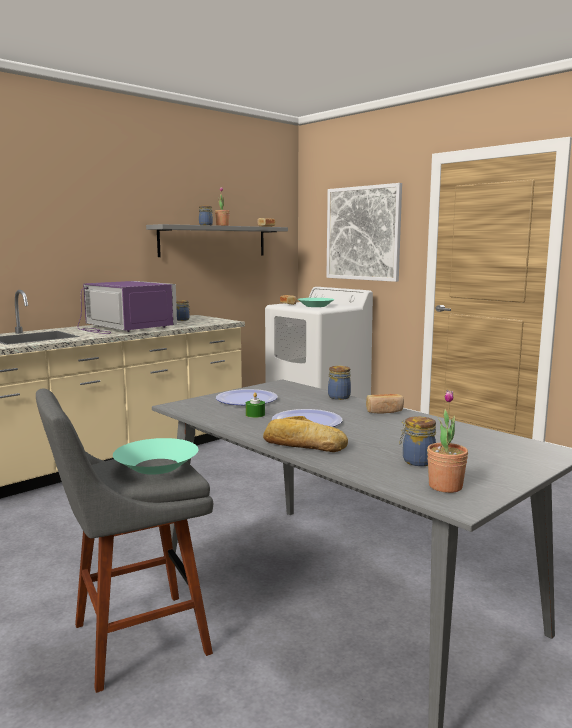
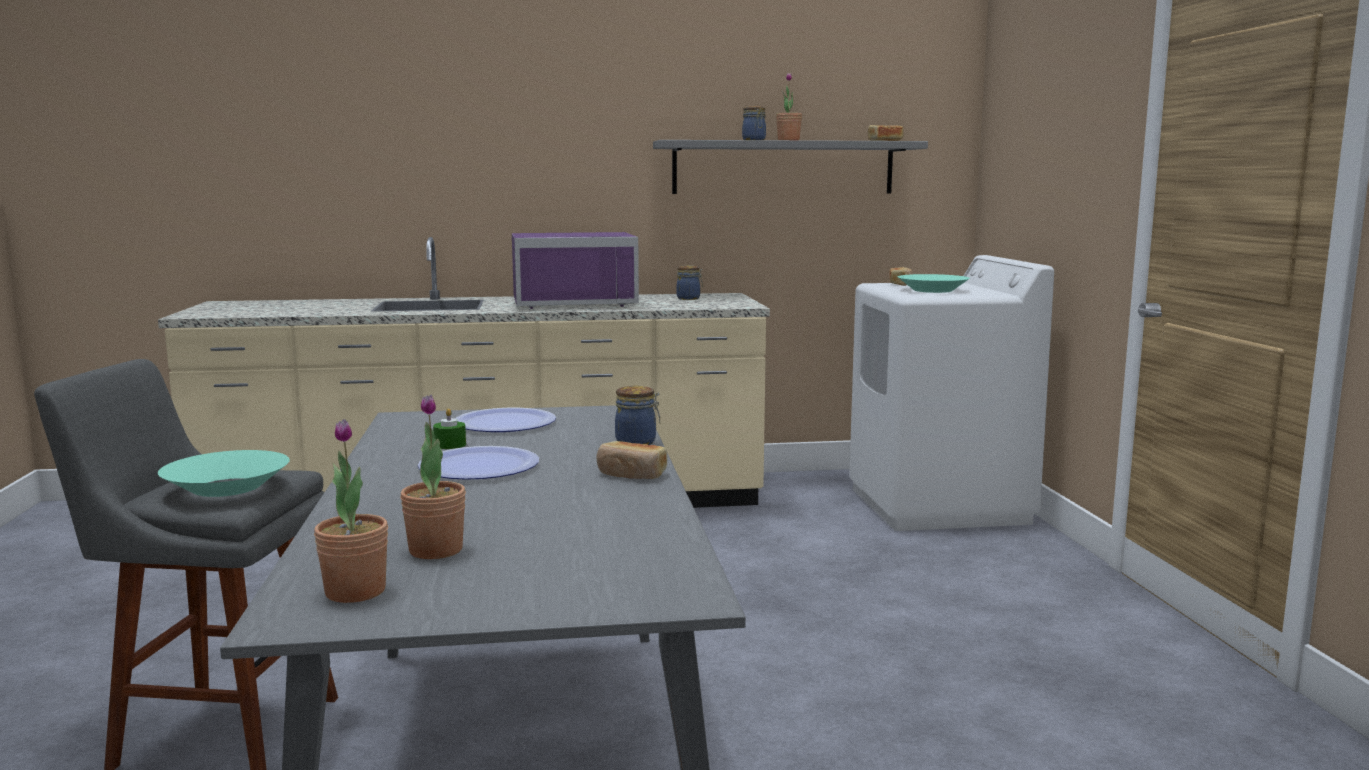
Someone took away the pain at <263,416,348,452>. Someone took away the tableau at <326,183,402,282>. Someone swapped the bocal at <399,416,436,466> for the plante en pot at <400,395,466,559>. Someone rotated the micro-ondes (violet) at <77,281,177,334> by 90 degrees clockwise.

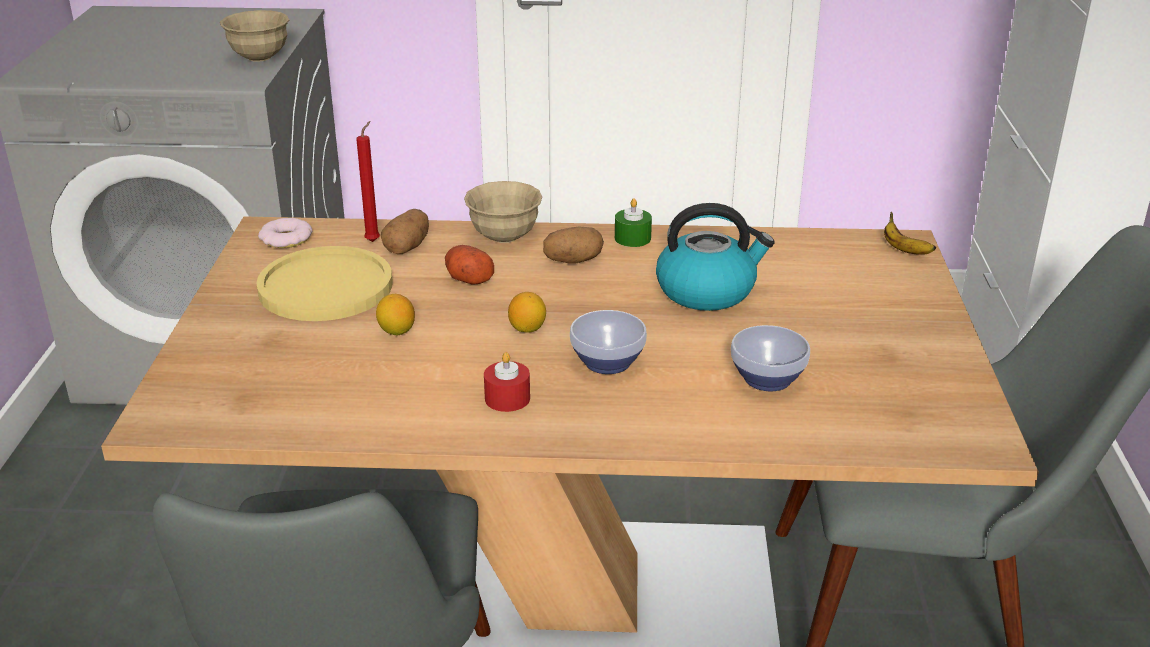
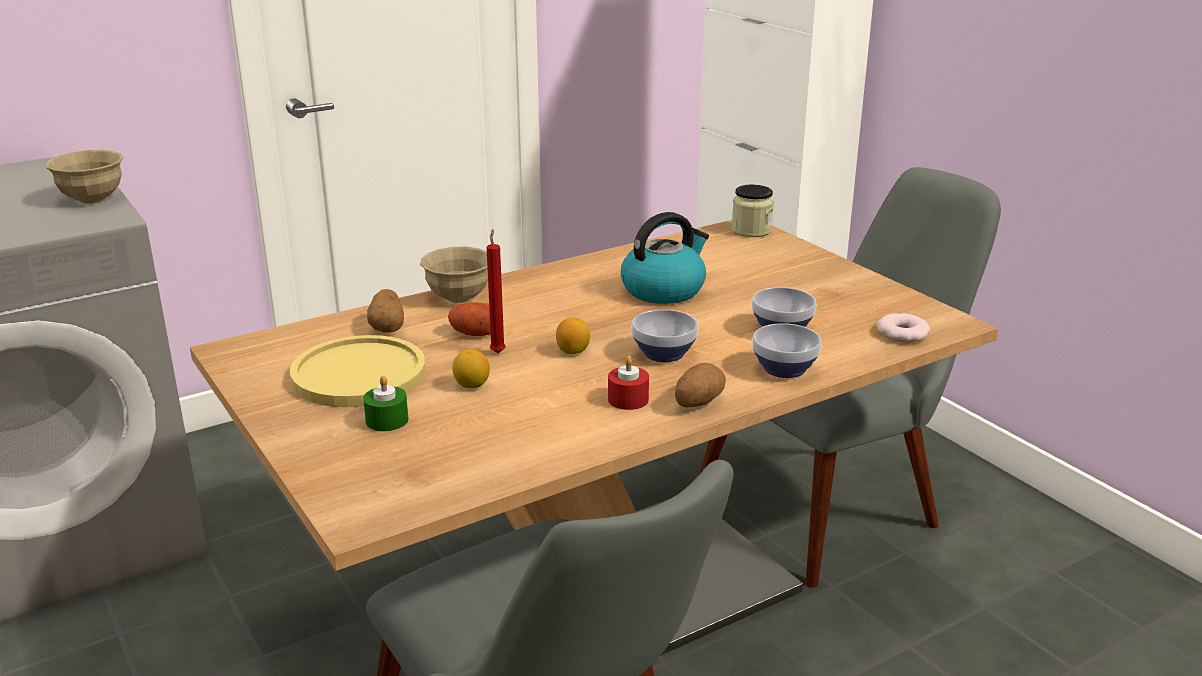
Someone put down the bol at <752,323,822,378>. Someone carried the beignet from <258,218,312,248> to <876,313,930,343>. Someone carried the bougie (rouge) from <356,121,380,242> to <486,229,506,353>. Someone carried the pomme de terre from <543,226,604,264> to <675,363,726,408>. Someone carried the bougie (vert) from <615,198,652,247> to <363,376,408,431>. Someone swapped the banane at <884,212,936,255> for the bocal at <732,185,774,237>.

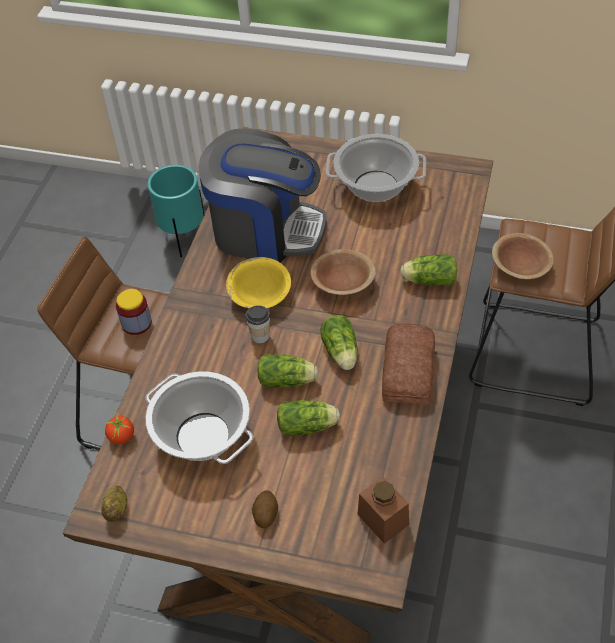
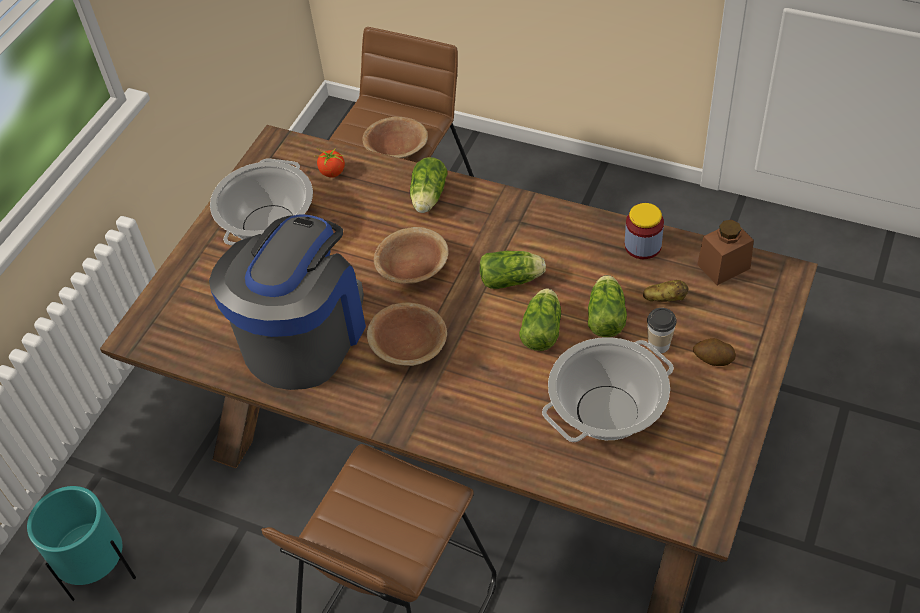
Someone took away the pain at <382,324,435,405>. Someone carried the pomme de terre from <101,486,127,522> to <643,280,688,302>. Someone carried the tomate from <104,412,134,444> to <316,147,345,178>. Someone carried the bocal from <116,289,152,335> to <625,203,664,259>. Someone carried the tasse from <246,305,270,343> to <647,308,677,353>. Someone repainted the bol (jaune) at <226,257,291,308>, which became the bol (marron) at <367,303,447,366>.

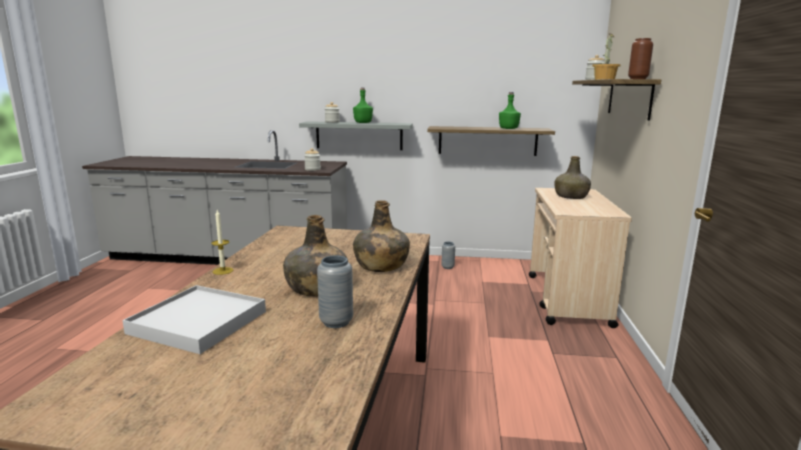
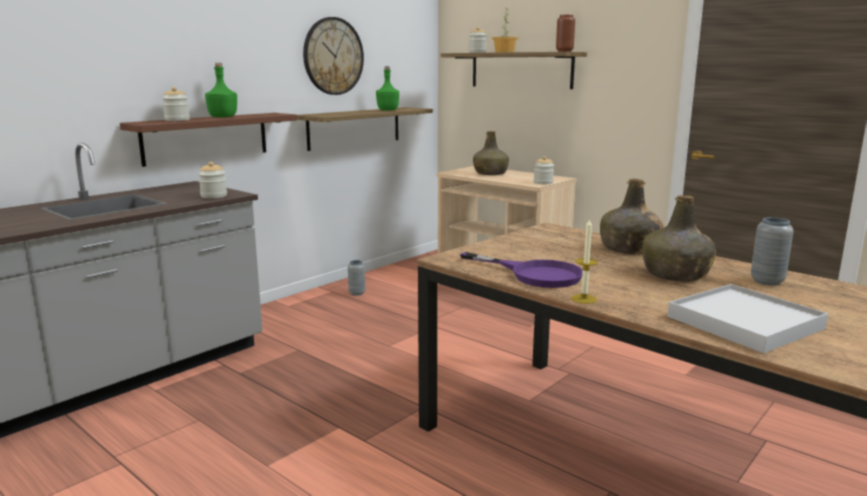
Someone put up the horloge murale at <303,17,364,95>. Someone put down the poêle (violet) at <460,252,583,288>. Someone put down the bocal at <534,156,554,184>. Someone repainted the étagère (gris) at <299,121,413,150>, which became the étagère (marron) at <120,113,297,167>.

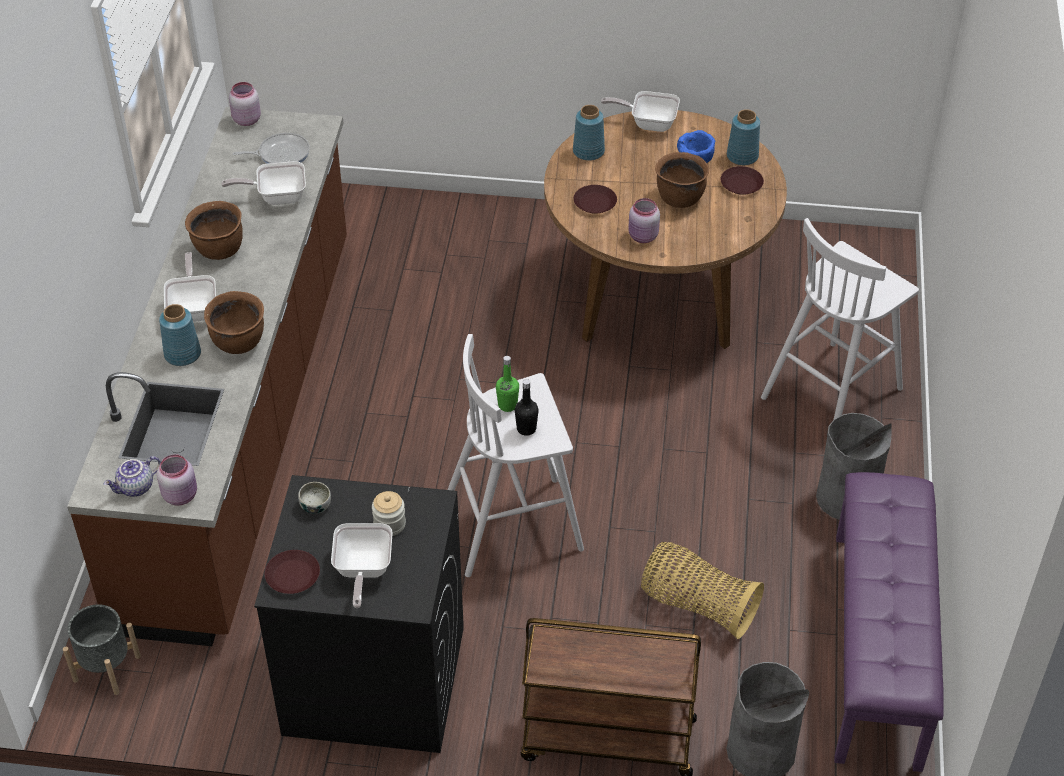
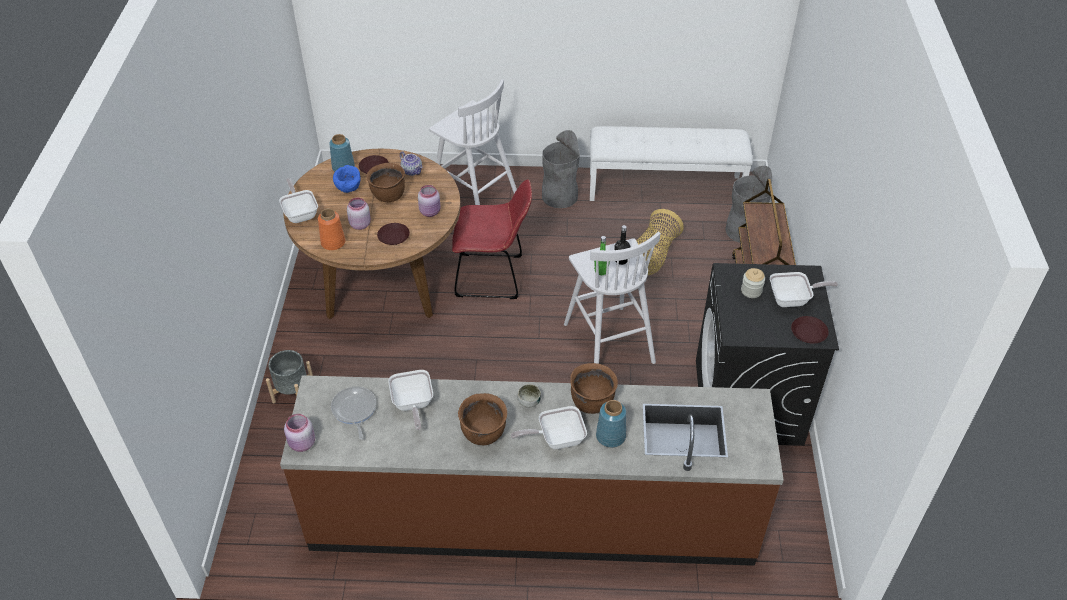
Someone put down the chaise (rouge) at <452,179,532,299>. Someone carried the cache-pot (gris) from <63,604,141,695> to <266,350,313,403>. Someone carried the théière from <104,456,161,497> to <400,151,422,176>. Someone carried the bocal (rose) from <157,454,197,506> to <347,198,371,230>. Someone carried the bol from <298,482,331,514> to <517,384,541,407>. Someone repainted the vase (bleu) at <573,105,605,161>, which became the vase (orange) at <318,208,345,250>. Someone repainted the banc (violet) at <835,472,944,772>, which became the banc (blanc) at <590,126,753,201>. Someone rotated the poêle at <601,91,680,132> by 150 degrees clockwise.

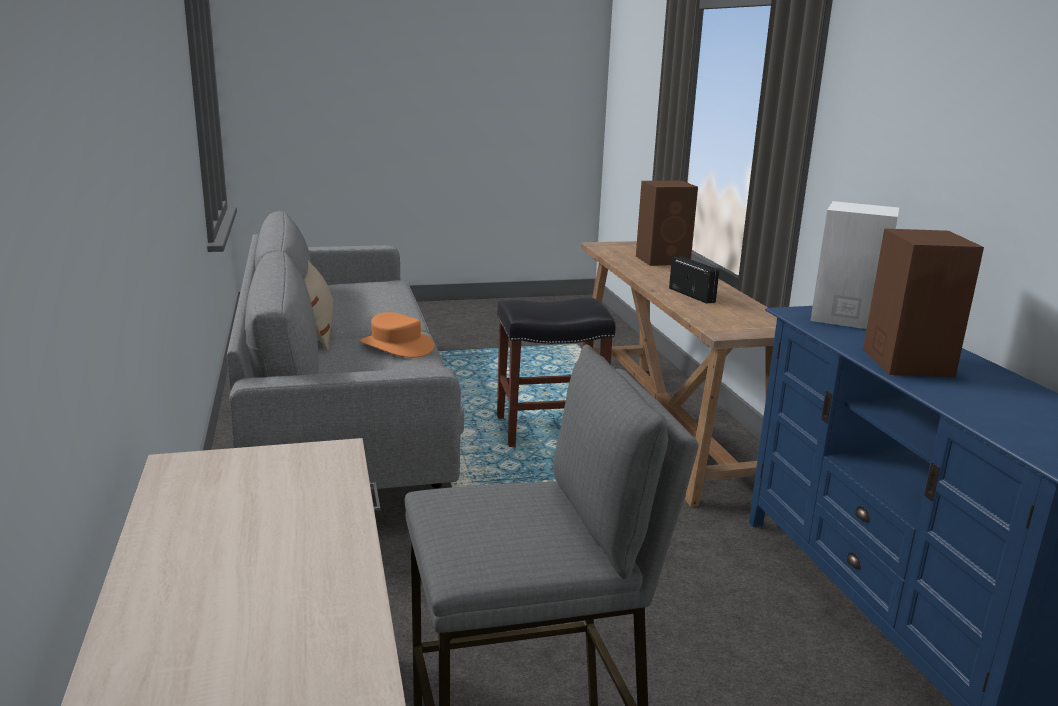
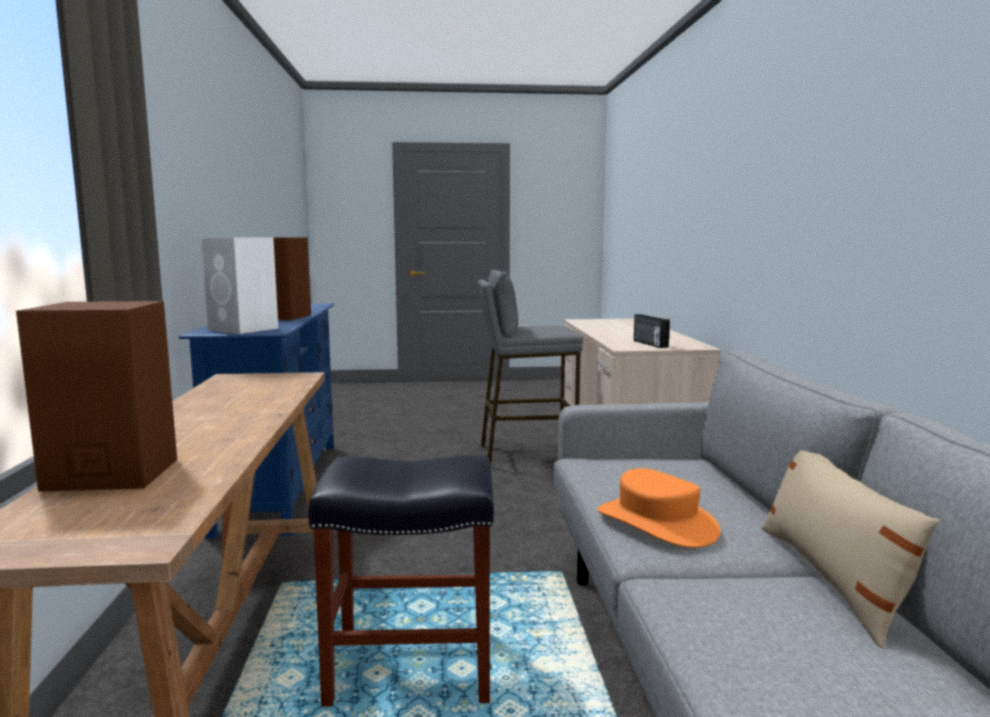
Someone carried the radio from <669,256,719,304> to <634,314,670,348>.

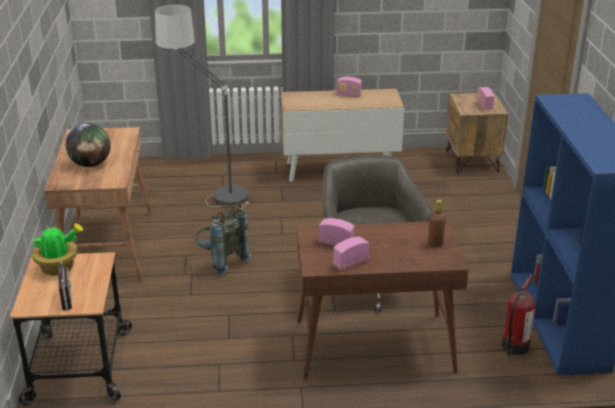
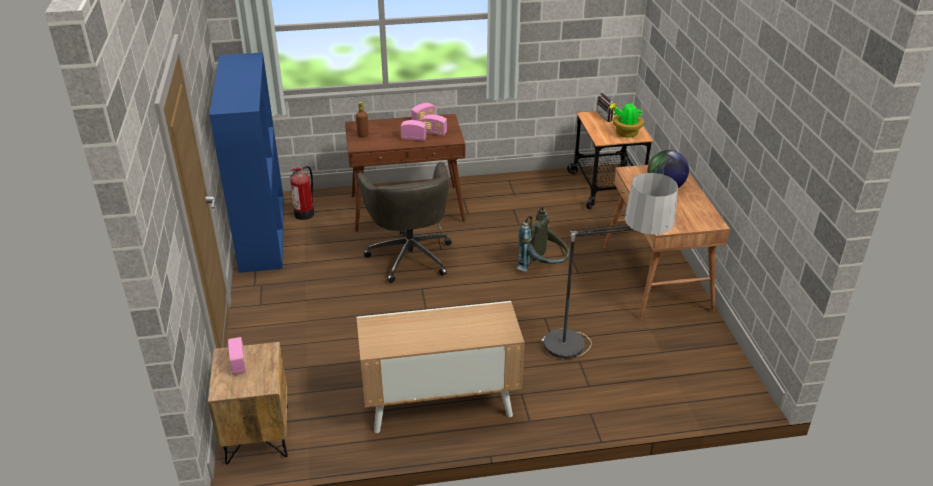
Someone carried the radio from <337,77,362,97> to <401,120,426,141>.

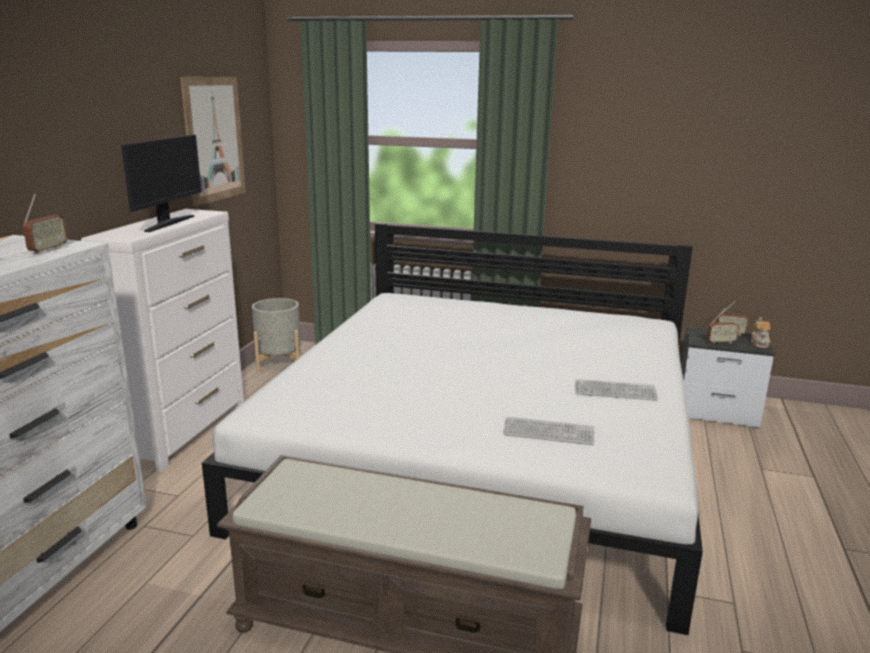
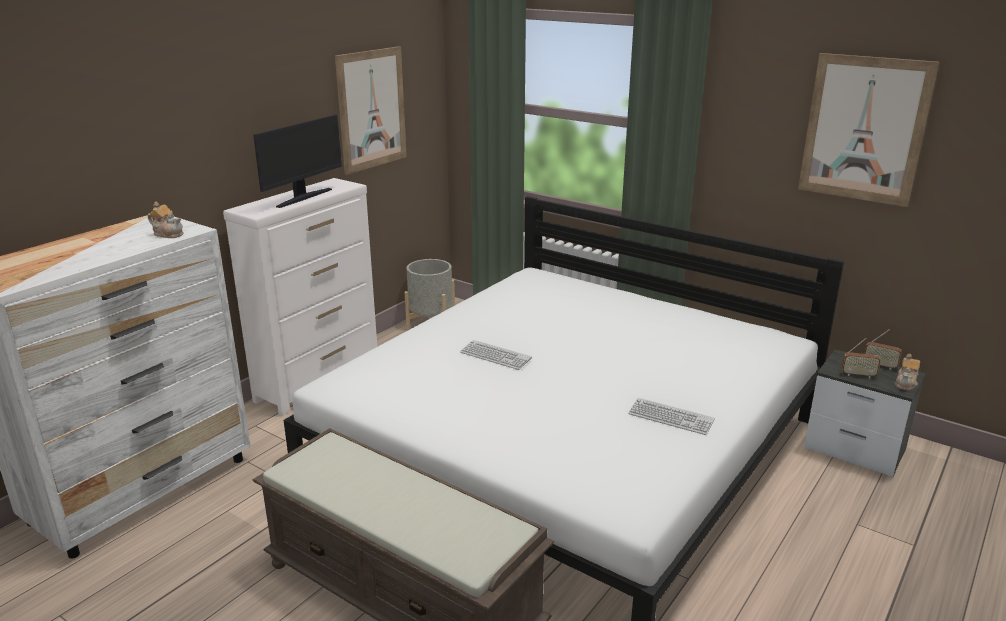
Someone put up the tableau at <798,53,939,207>. Someone carried the clavier from <503,417,594,445> to <460,340,532,370>. Someone swapped the radio at <23,194,68,254> for the théière at <148,202,184,238>.

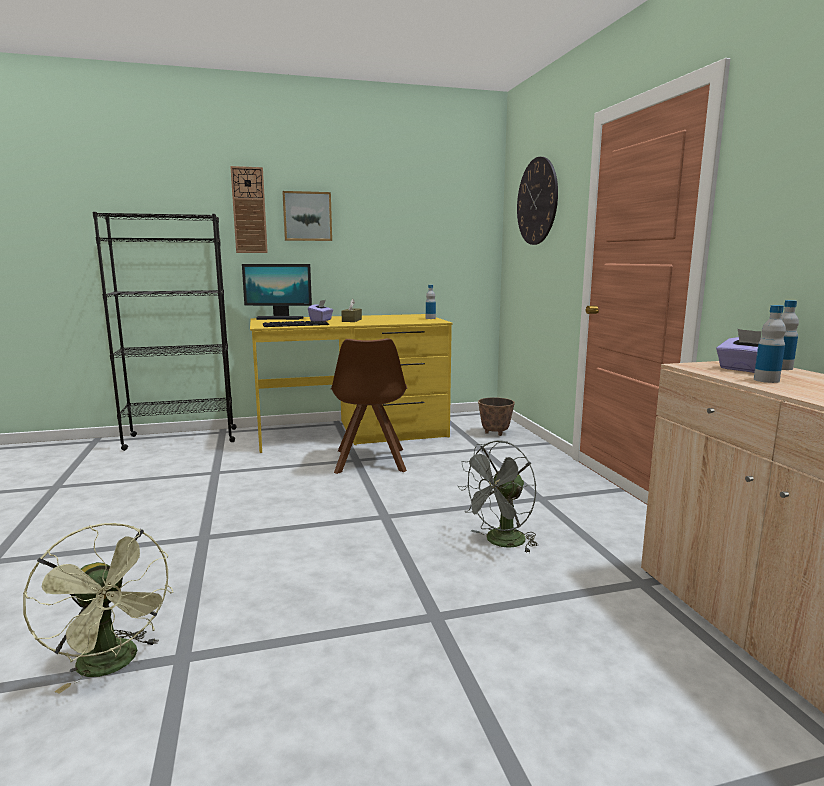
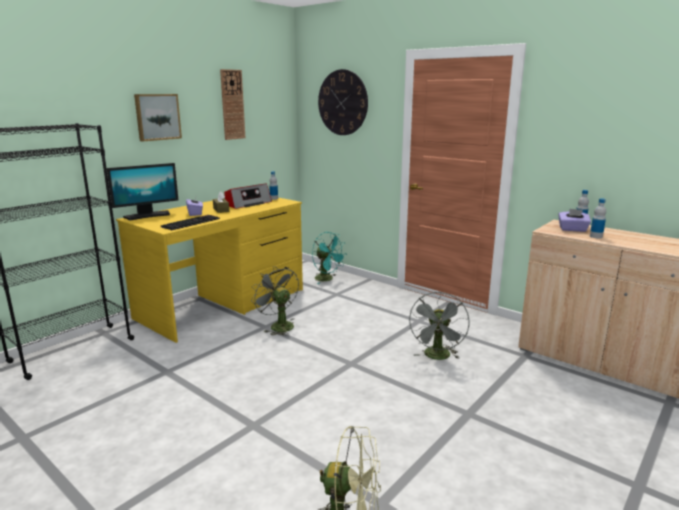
Someone put down the radio at <224,183,272,209>. Someone carried the horloge murale from <230,166,268,253> to <220,69,246,140>. Someone swapped the chaise (marron) at <331,338,407,474> for the ventilateur (gris) at <251,266,299,336>. Someone swapped the cache-pot at <478,397,515,436> for the ventilateur (turquoise) at <312,232,347,284>.

